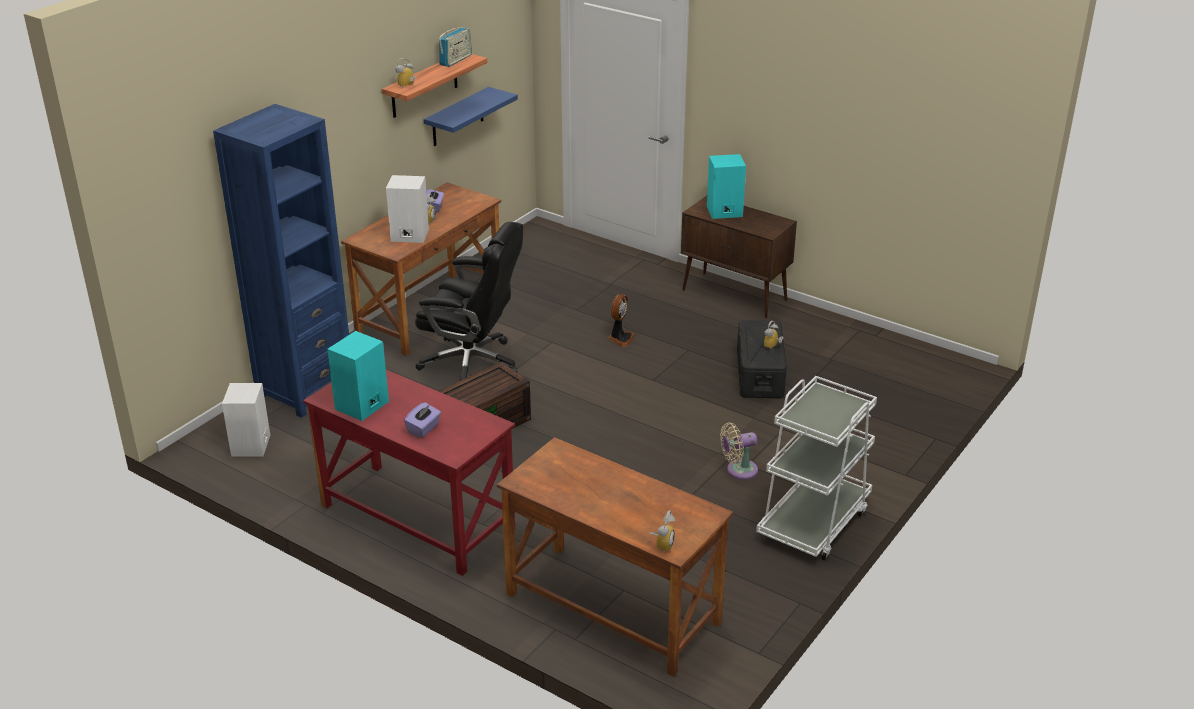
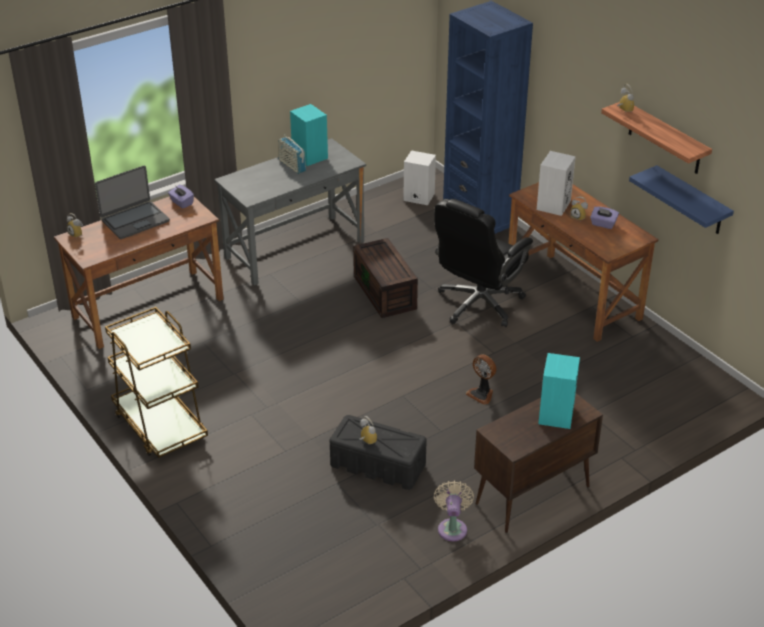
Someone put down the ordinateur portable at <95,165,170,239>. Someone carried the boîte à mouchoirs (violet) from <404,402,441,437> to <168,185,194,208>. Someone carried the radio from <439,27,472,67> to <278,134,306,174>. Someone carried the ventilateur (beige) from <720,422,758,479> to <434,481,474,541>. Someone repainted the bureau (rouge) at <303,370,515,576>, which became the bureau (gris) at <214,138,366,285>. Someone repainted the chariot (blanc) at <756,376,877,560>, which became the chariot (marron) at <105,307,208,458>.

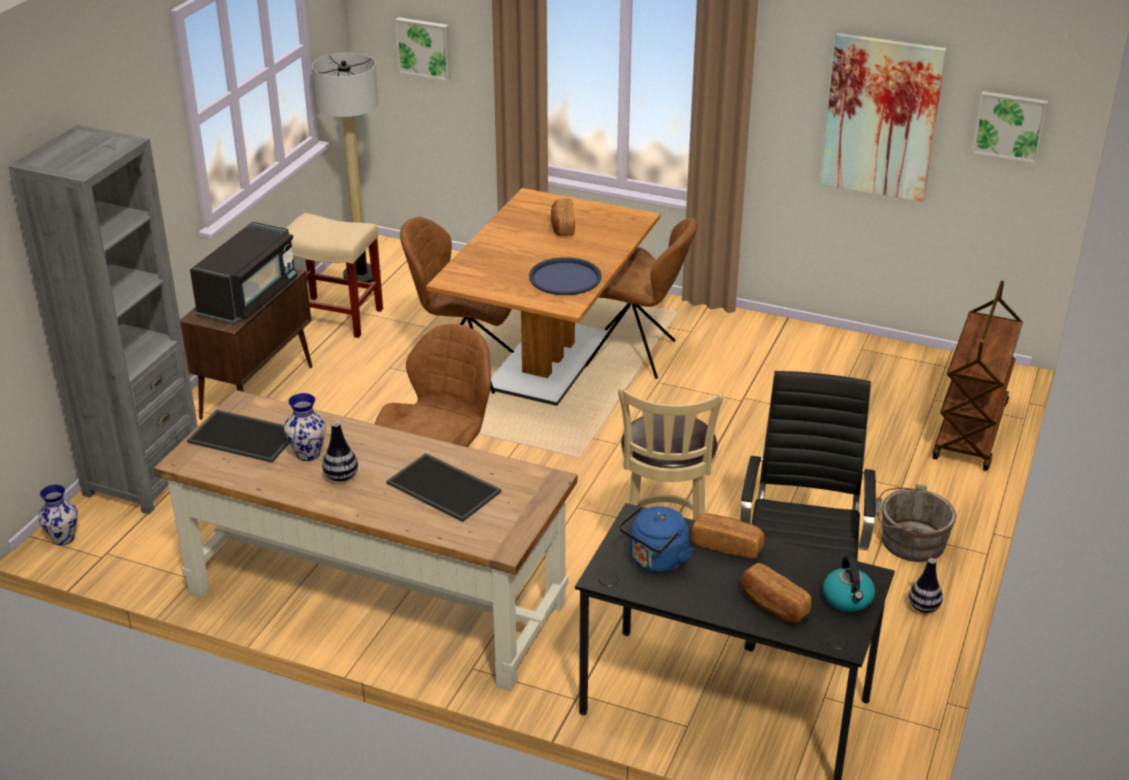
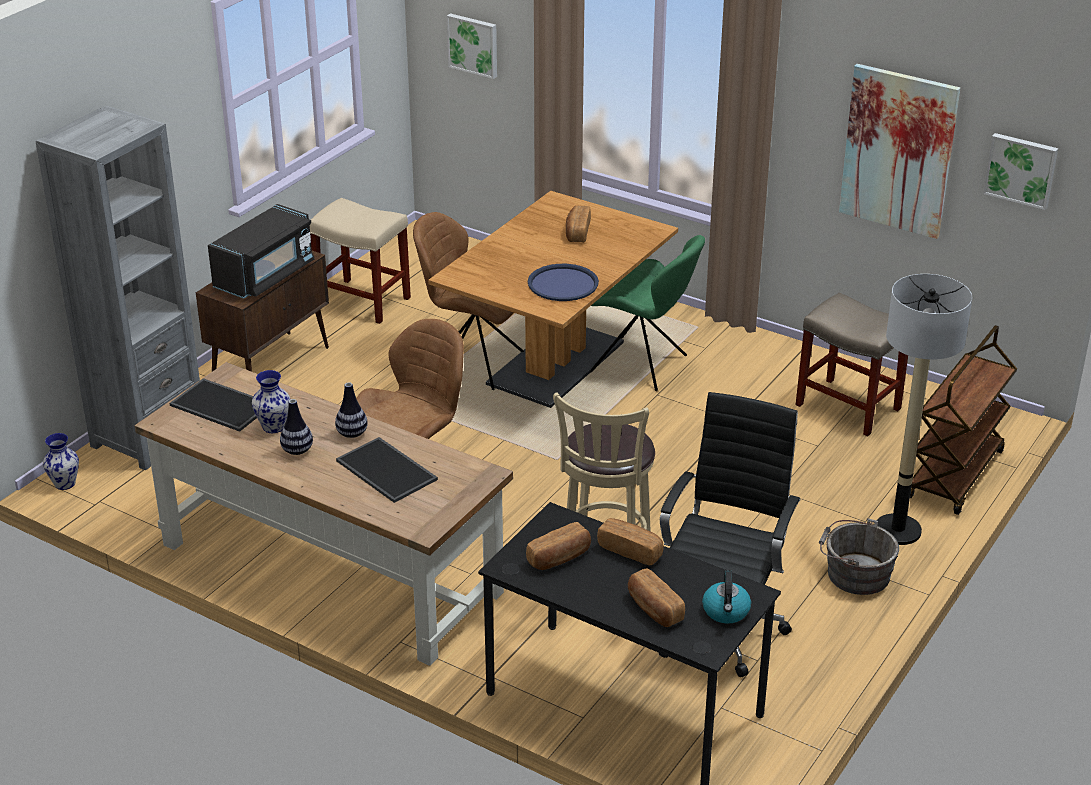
Someone put down the tabouret (beige) at <796,293,908,436>. Someone carried the lampadaire from <312,53,379,283> to <877,274,972,545>. Someone carried the vase from <909,558,943,613> to <335,382,368,438>. Someone swapped the bouilloire (bleu) at <619,506,693,573> for the pain at <526,522,591,570>. Someone repainted the chaise (marron) at <586,218,698,379>, which became the chaise (vert) at <590,235,705,391>.

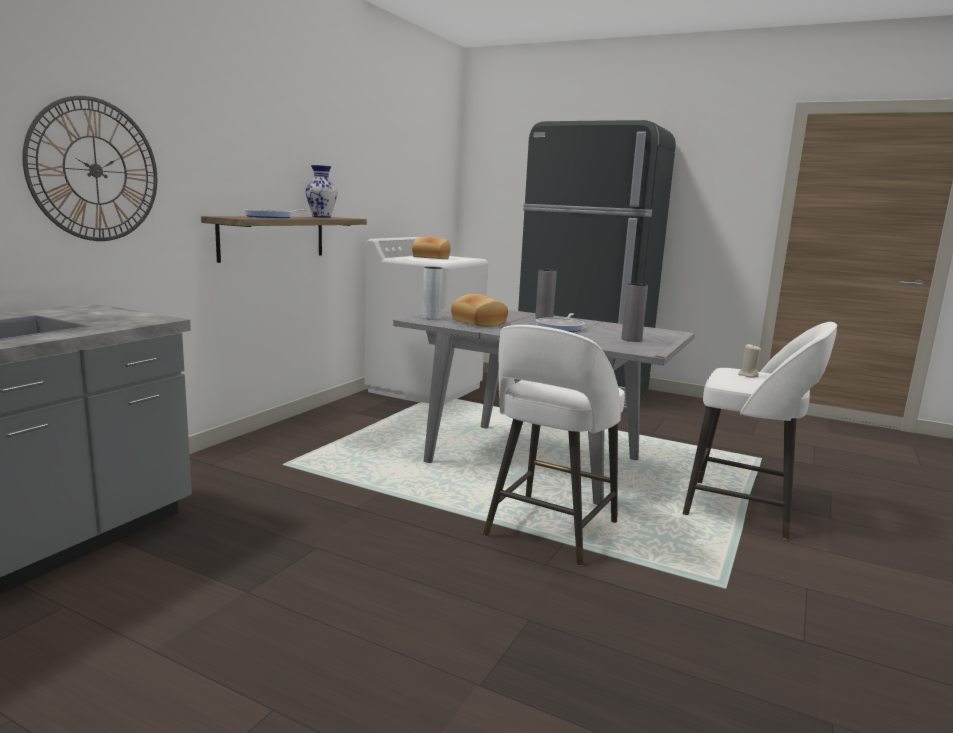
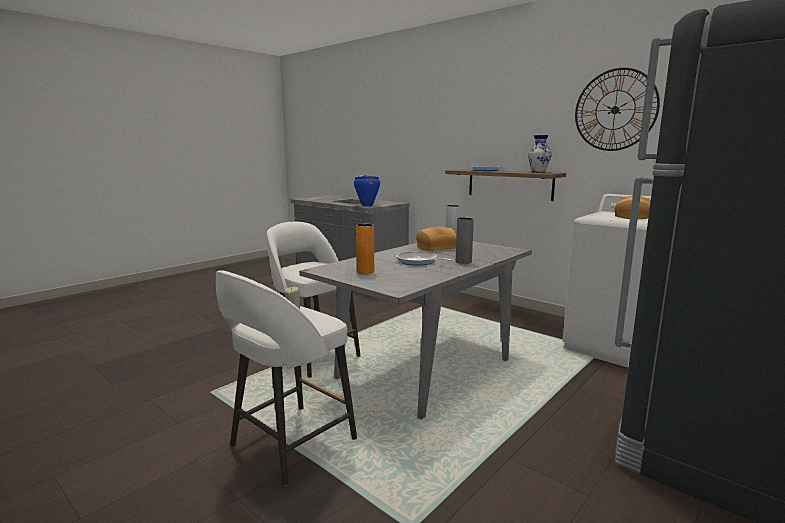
Someone put down the marmite (bleu) at <354,176,380,207>. Someone carried the horloge murale from <22,96,157,241> to <575,68,660,151>. Someone repainted the vase (gris) at <621,283,648,342>, which became the vase (orange) at <356,223,374,274>.

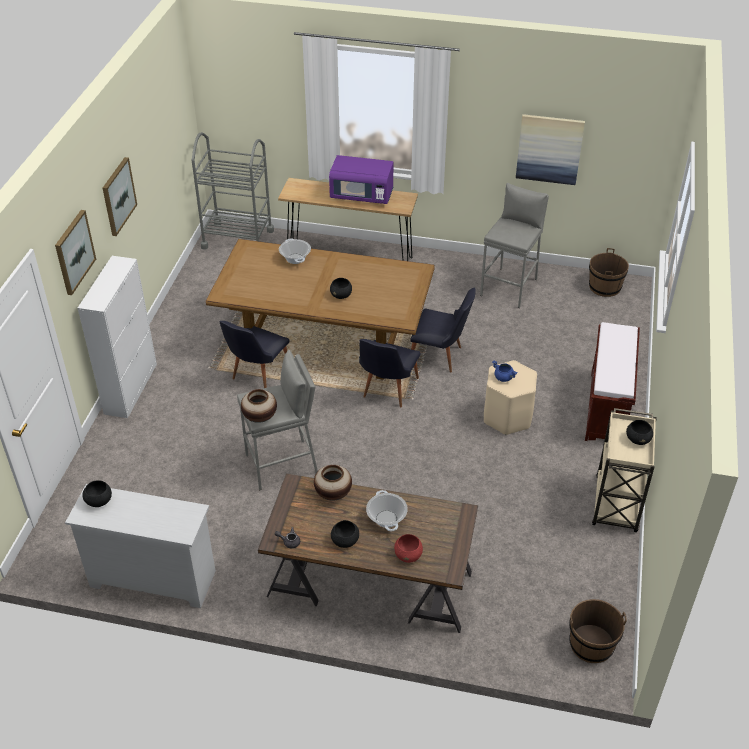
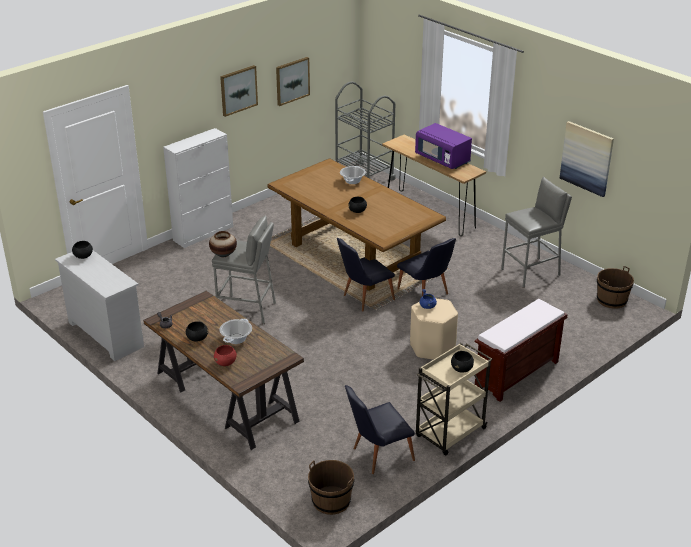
Someone took away the vase at <314,465,352,501>. Someone carried the tableau from <55,210,96,295> to <276,57,310,106>. Someone carried the chaise (noir) from <219,321,290,388> to <345,385,415,474>.

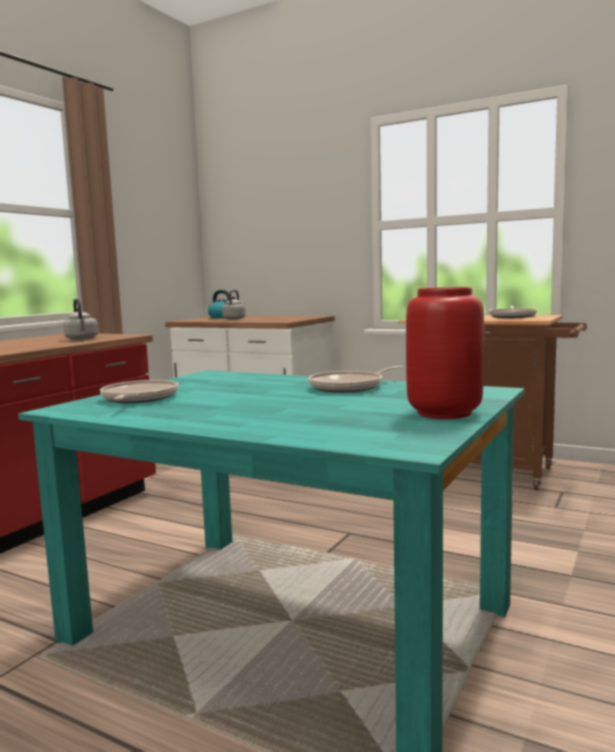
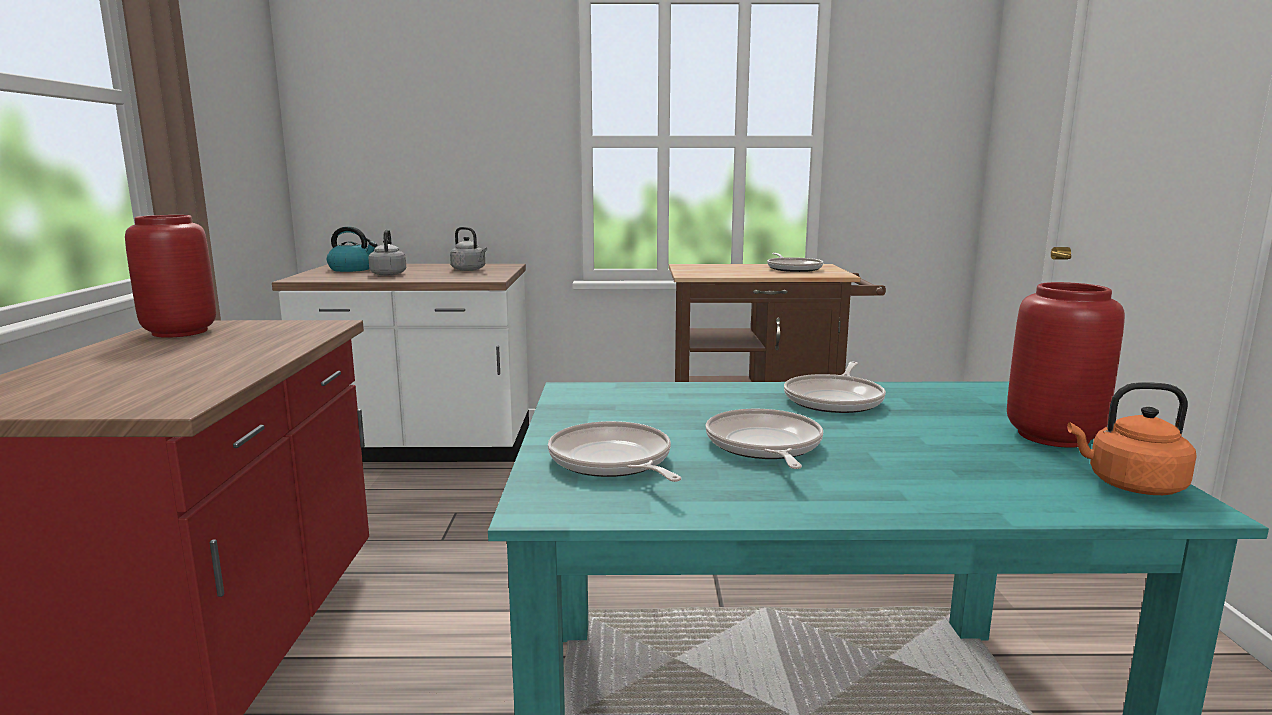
Someone put down the vase (rouge) at <125,215,216,338>. Someone put down the poêle at <706,409,823,469>. Someone put down the bouilloire (orange) at <1067,382,1197,495>. Someone carried the bouilloire (gris) from <63,299,98,340> to <450,227,487,271>.

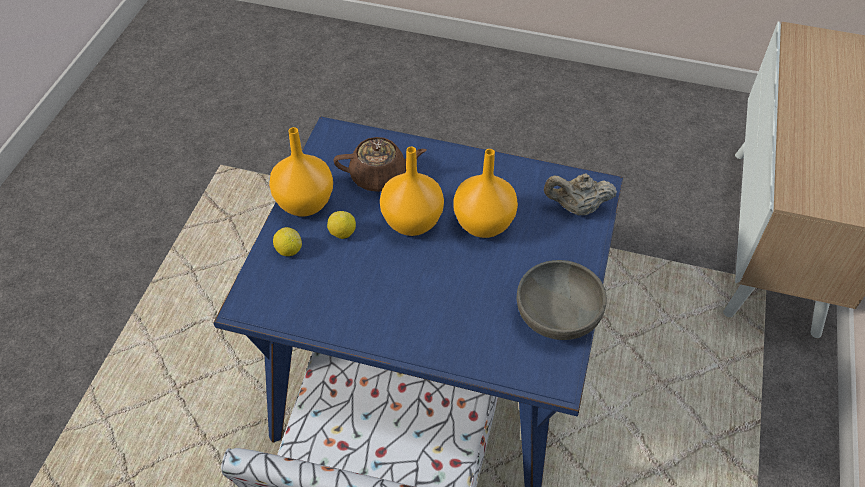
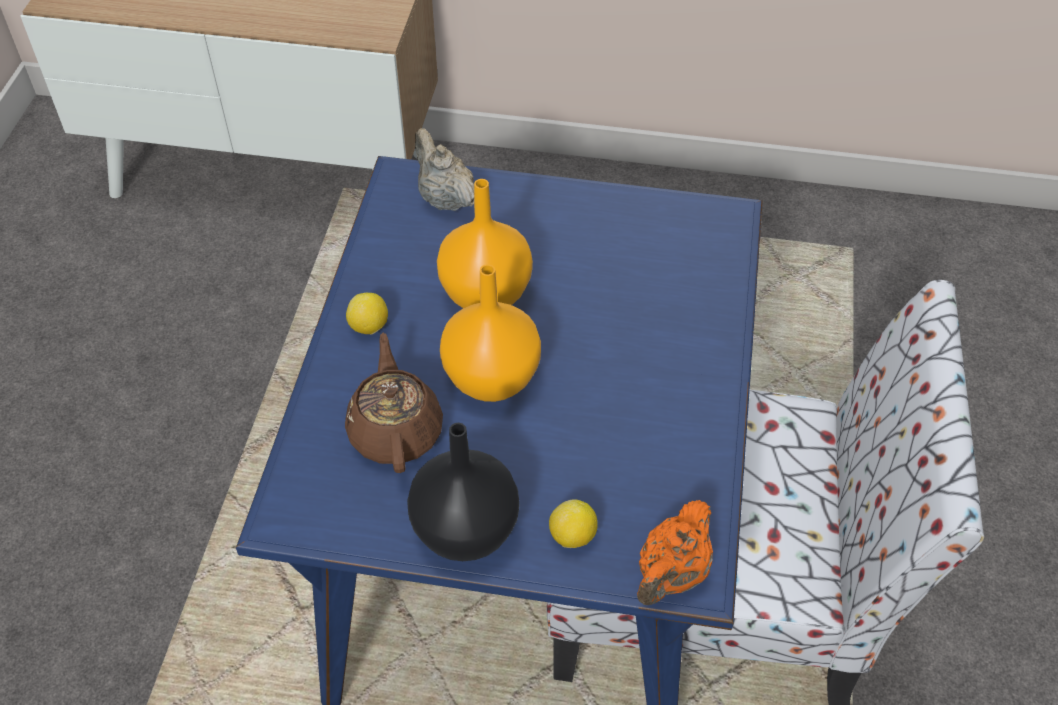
Someone took away the bol (gris) at <516,260,607,340>. Someone put down the théière (orange) at <637,500,713,605>. Someone carried the citron from <327,211,356,239> to <346,293,388,335>. Someone repainted the vase (orange) at <269,127,333,216>, which became the vase (noir) at <407,423,520,561>. Someone rotated the théière (beige) at <544,173,617,215> by 150 degrees clockwise.

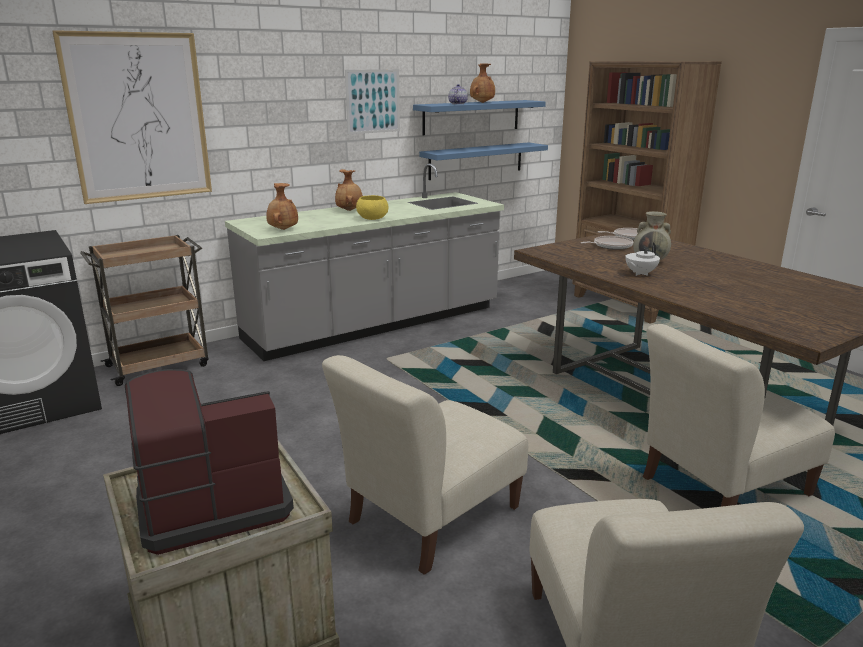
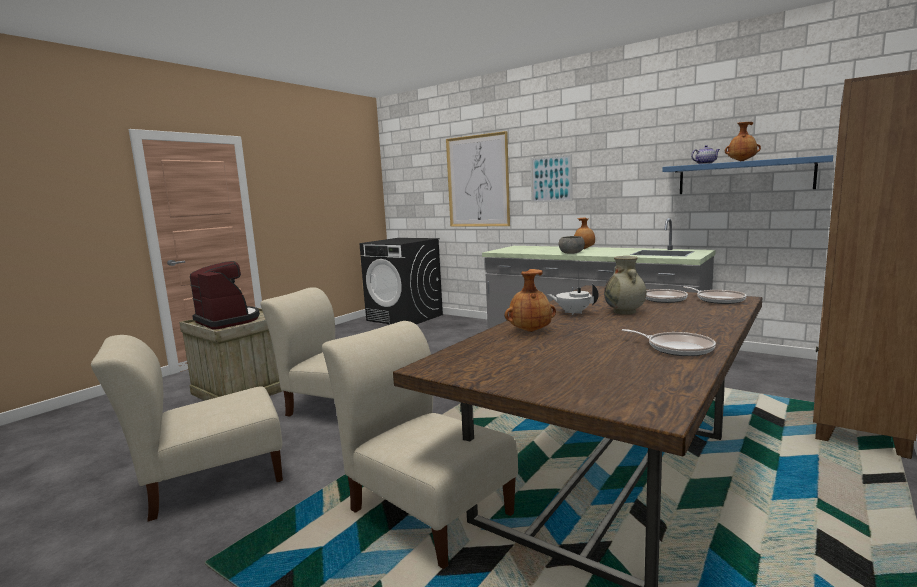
Someone took away the chariot (marron) at <80,235,209,386>. Someone took away the étagère (bleu) at <419,142,548,180>. Someone put down the poêle at <622,329,716,356>. Someone carried the vase (marron) from <266,183,298,230> to <505,269,556,332>. Someone carried the tableau from <345,69,400,134> to <530,154,572,203>. Someone repainted the bol (jaune) at <356,195,389,220>, which became the bol (gris) at <559,236,585,254>.

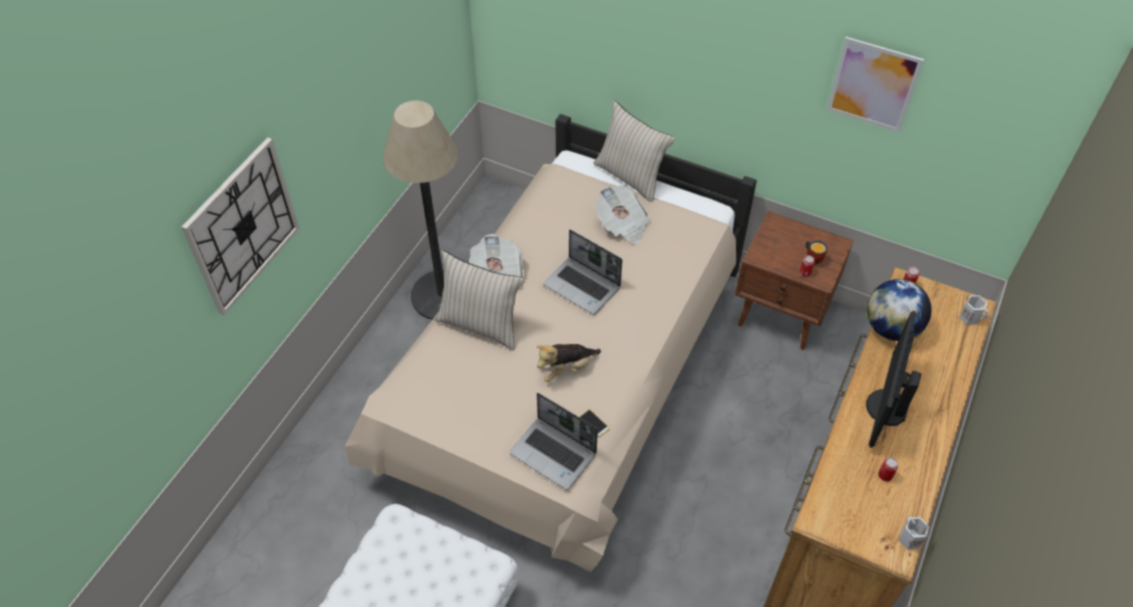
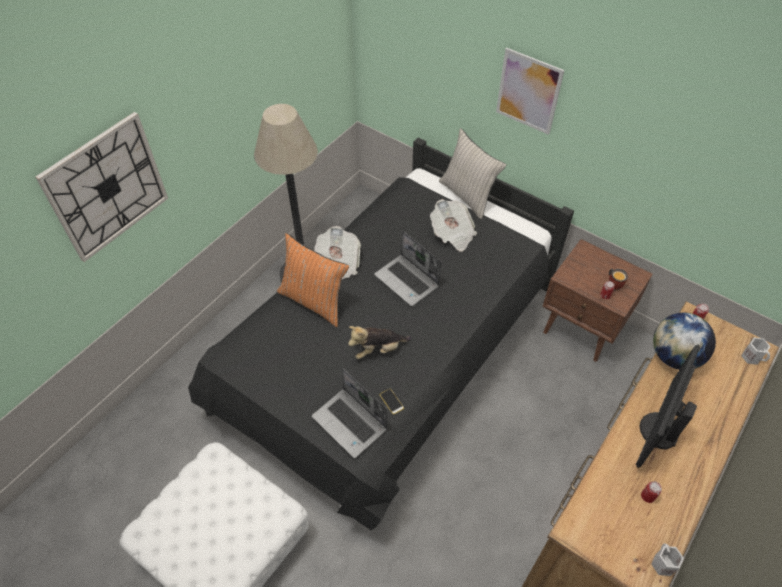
Someone carried the tableau from <827,37,924,132> to <496,48,564,135>. Someone repainted the lit (beige) at <345,114,757,572>, which became the lit (noir) at <188,137,574,530>. Someone repainted the coussin (beige) at <434,250,524,351>, which became the coussin (orange) at <277,233,349,327>.

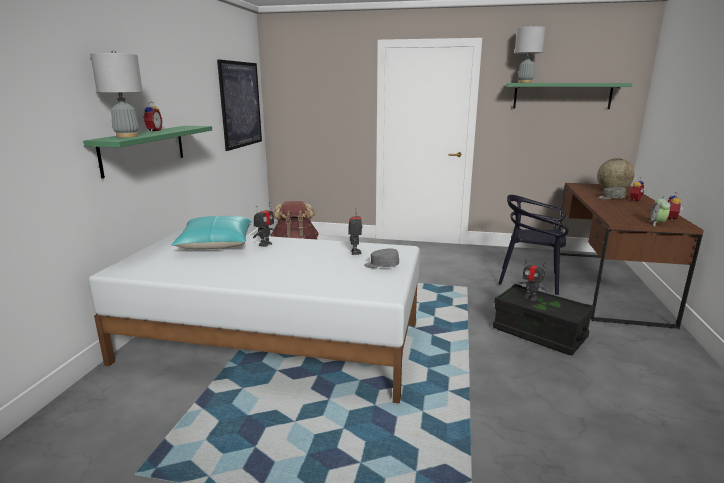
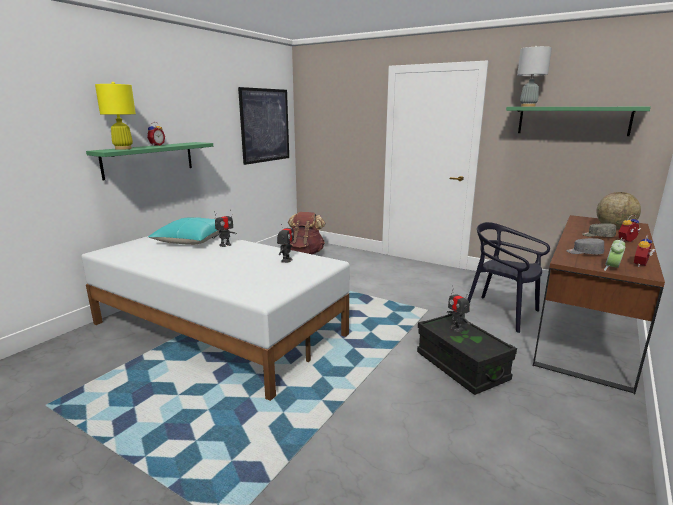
Someone carried the casquette (gris) from <364,248,399,268> to <566,238,604,254>. Someone repainted the lampe de table (gris) at <90,50,143,137>, which became the lampe de table (jaune) at <95,82,136,150>.

